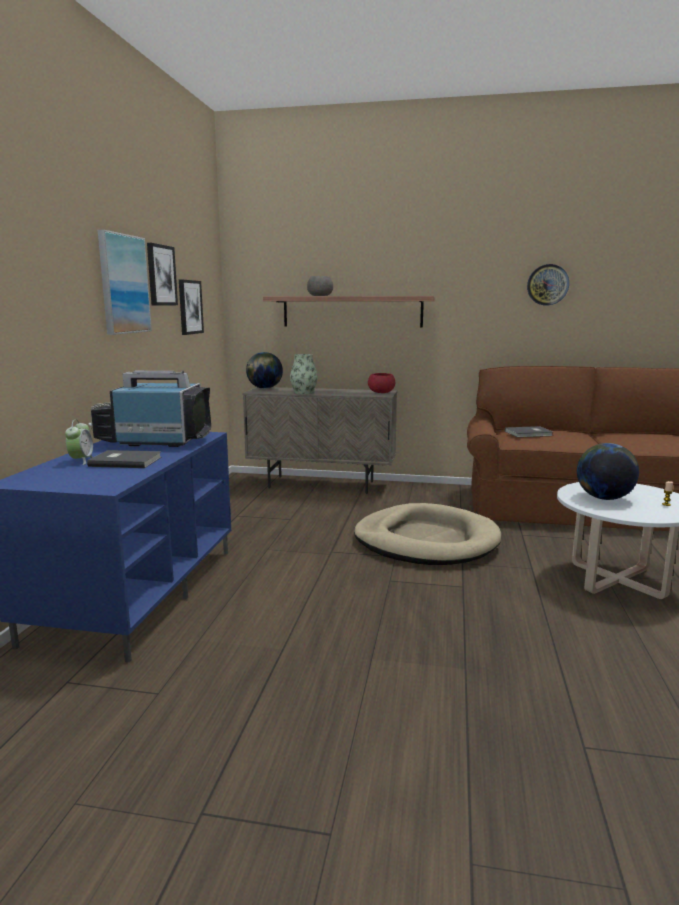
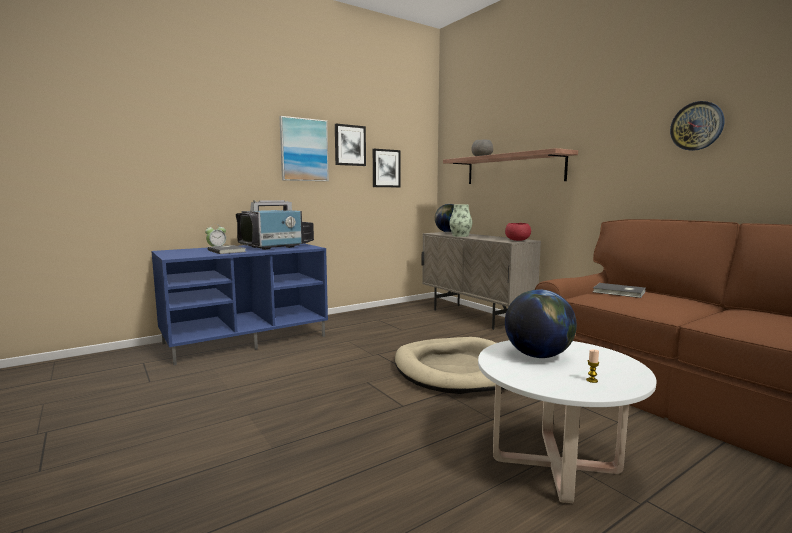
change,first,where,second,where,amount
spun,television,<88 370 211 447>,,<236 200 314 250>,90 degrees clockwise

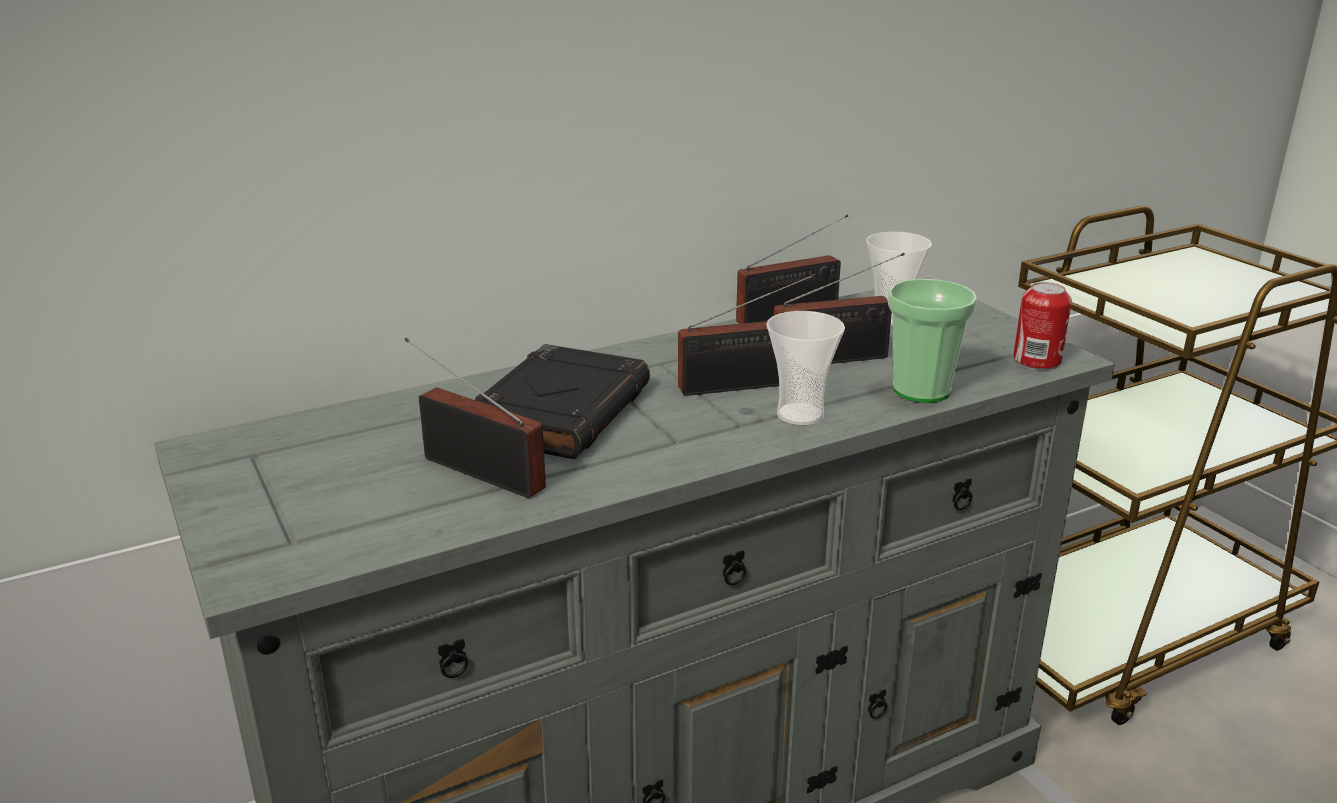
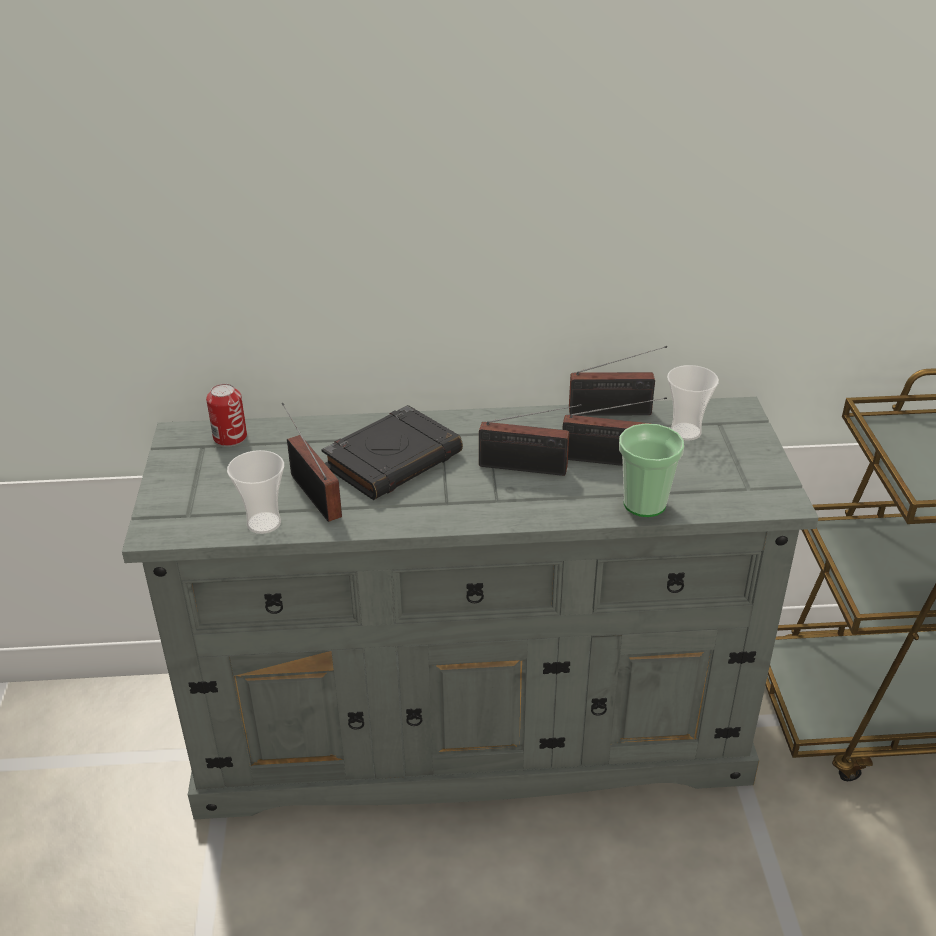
change,first,where,second,where,amount
relocated,sealed can,<1013 282 1072 370>,,<206 384 247 447>,
relocated,drinking cup,<766 311 845 425>,,<227 450 284 534>,

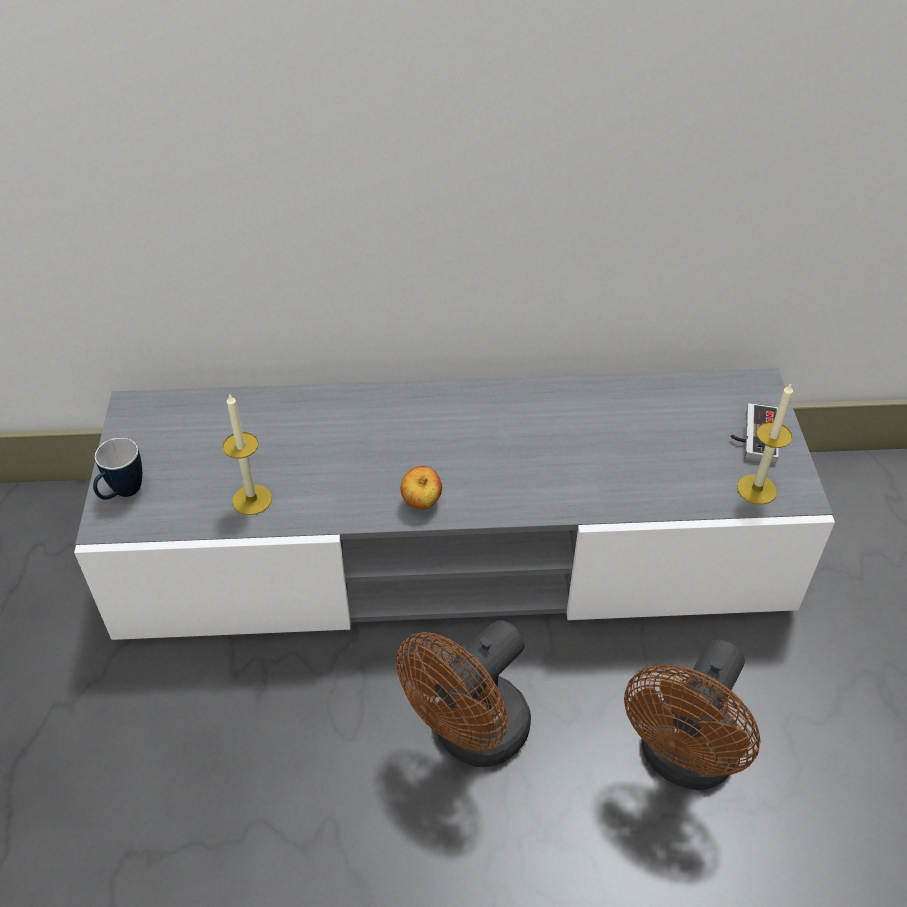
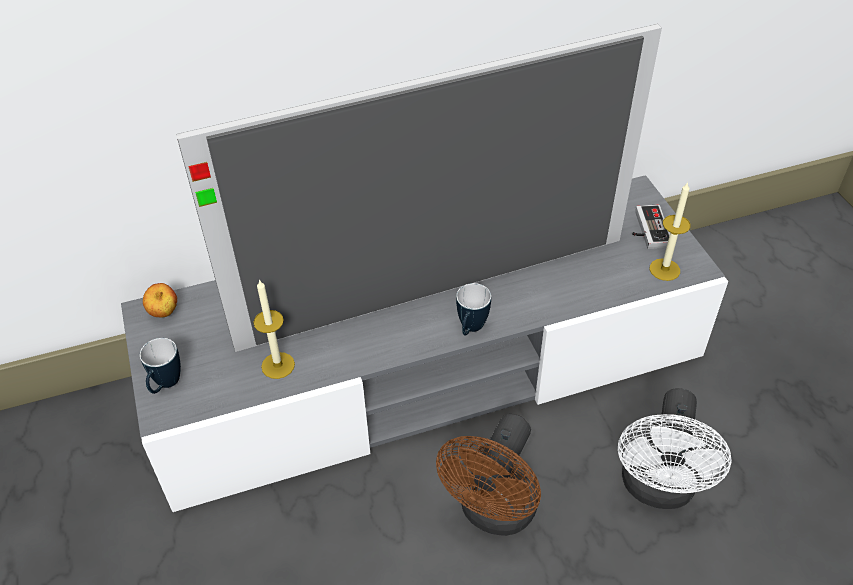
change,first,where,second,where,amount
relocated,whole apple,<401 466 442 510>,,<143 283 177 318>,
appeared,,,television,<176 24 662 352>,
appeared,,,mug,<456 283 491 335>,
colour,fan in brown-coloured,<624 639 761 790>,fan in white,<618 388 732 509>,

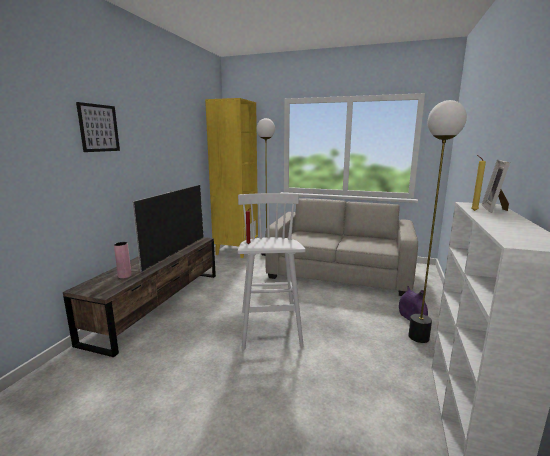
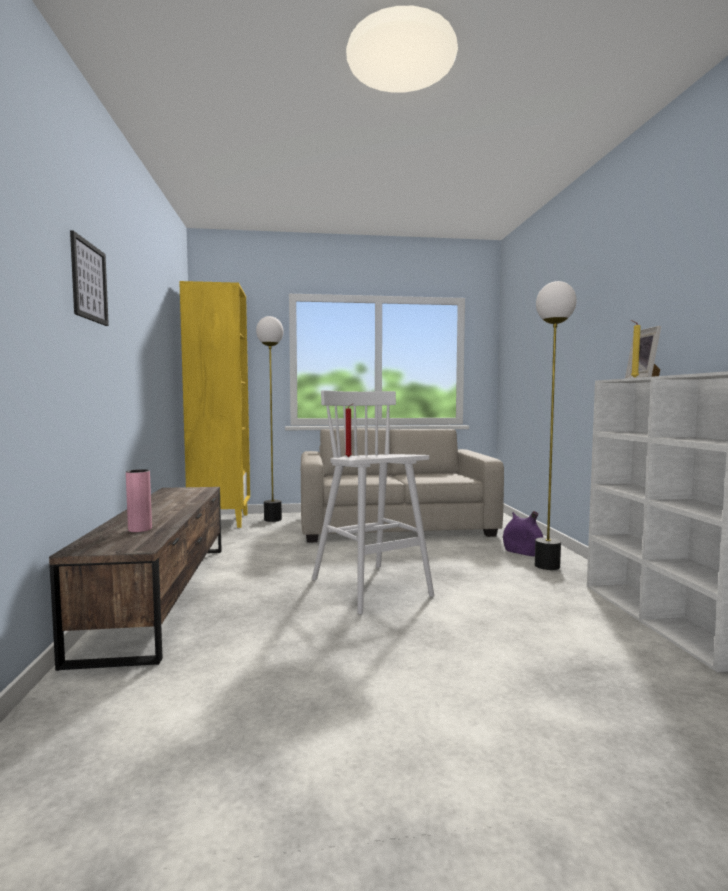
change,first,where,second,where,amount
missing,television,<132 185 203 272>,,,

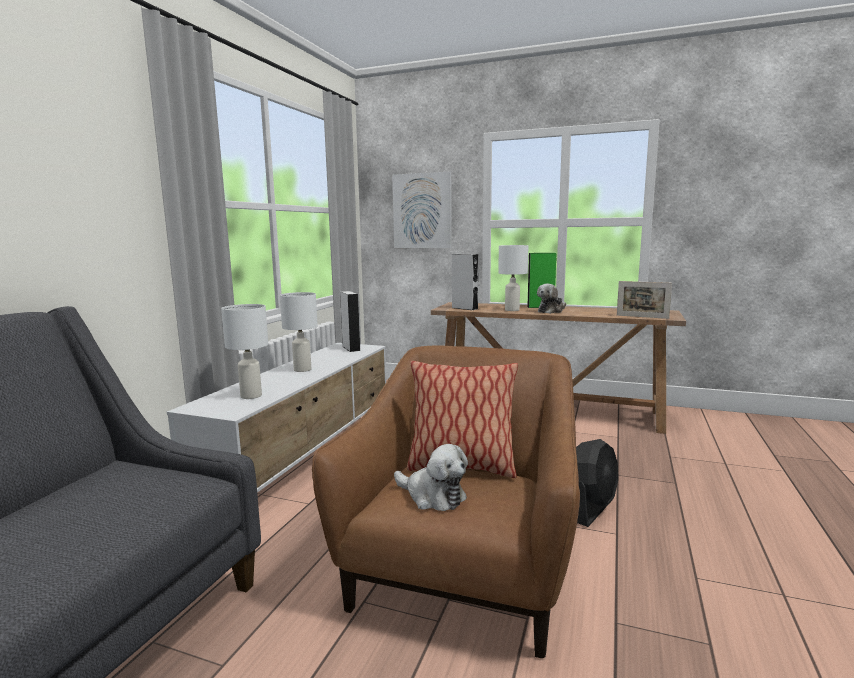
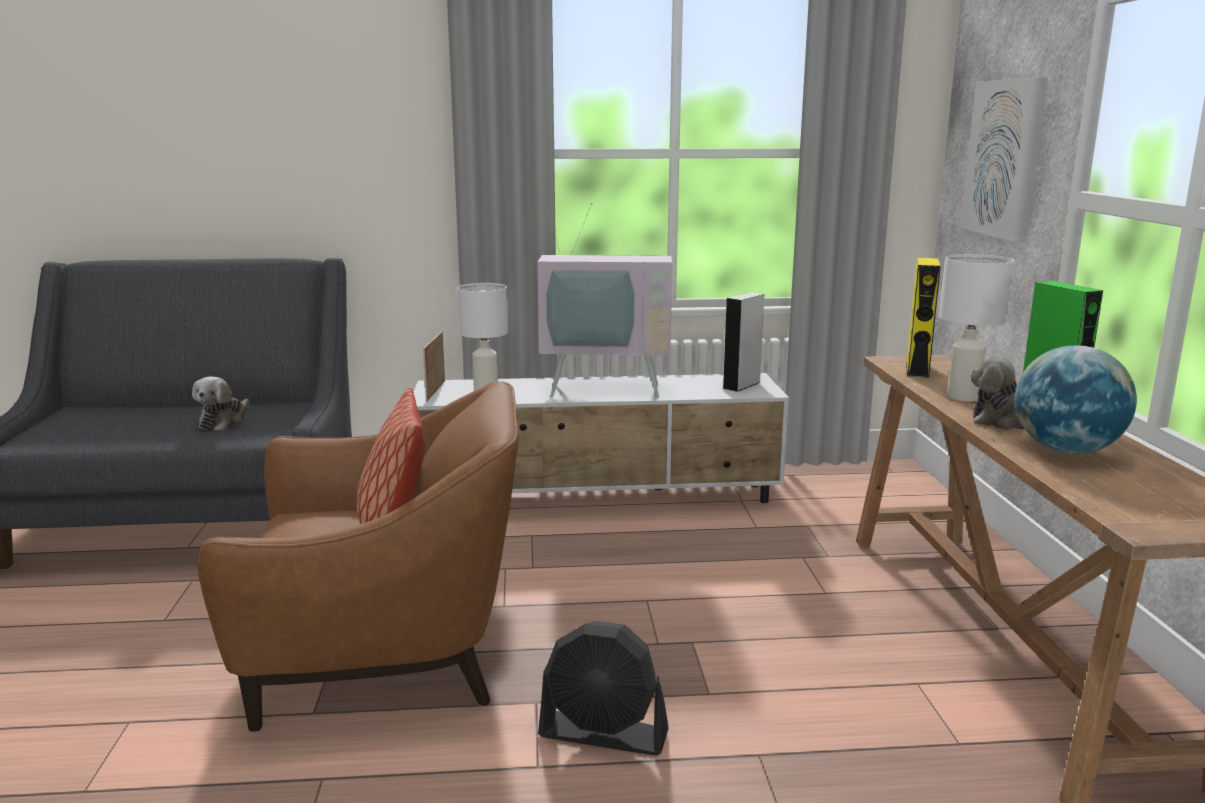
change,first,where,second,where,amount
relocated,plush toy,<394 444 468 511>,,<192 376 250 431>,
relocated,photo frame,<617 281 672 319>,,<423 331 445 402>,
exchanged,lamp for a table in white,<280 292 318 372>,television,<537 200 672 398>,
colour,audio speaker in grey,<452 254 478 310>,audio speaker in yellow,<906 258 941 378>,
appeared,,,globe,<1015 345 1137 454>,

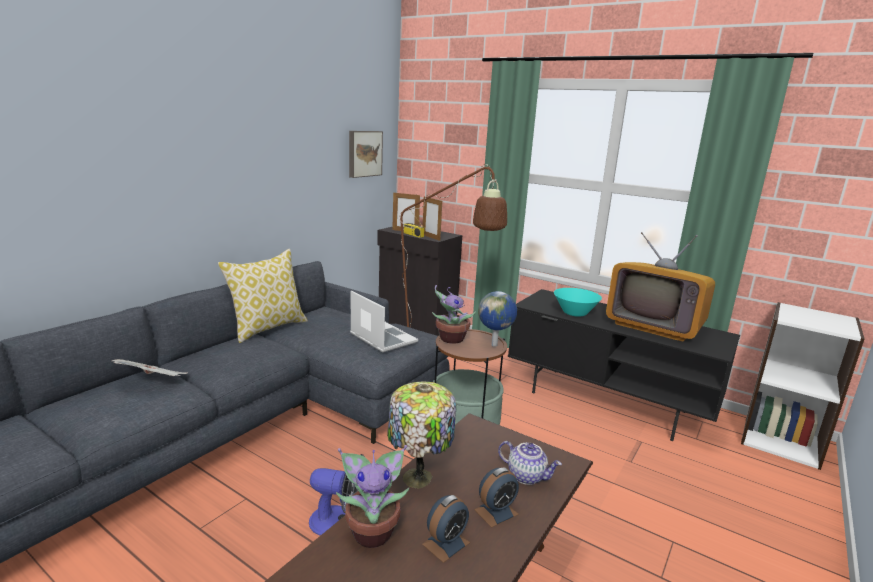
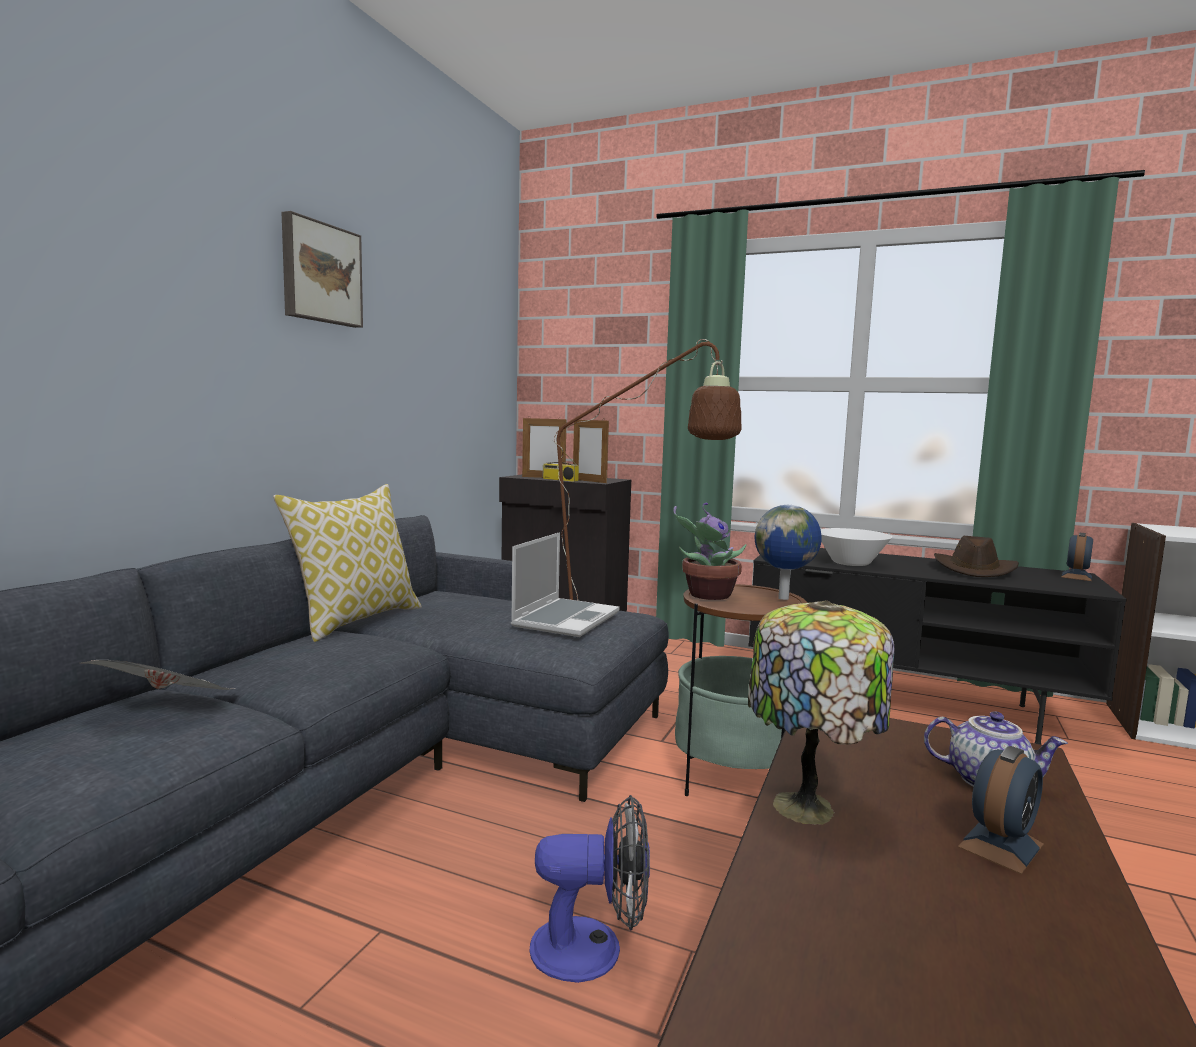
change,first,where,second,where,amount
relocated,wall art,<349 131 383 178>,,<282 211 363 328>,
spun,notebook computer,<350 291 418 353>,,<511 532 620 637>,75 degrees clockwise
colour,deep dish in turquoise,<554 288 602 317>,deep dish in white,<821 528 892 566>,
exchanged,television,<606 232 715 342>,hat in brown-coloured,<934 536 1019 577>,
relocated,bedside clock,<422 495 470 563>,,<1062 533 1093 581>,
missing,potted plant,<336 445 409 548>,,,

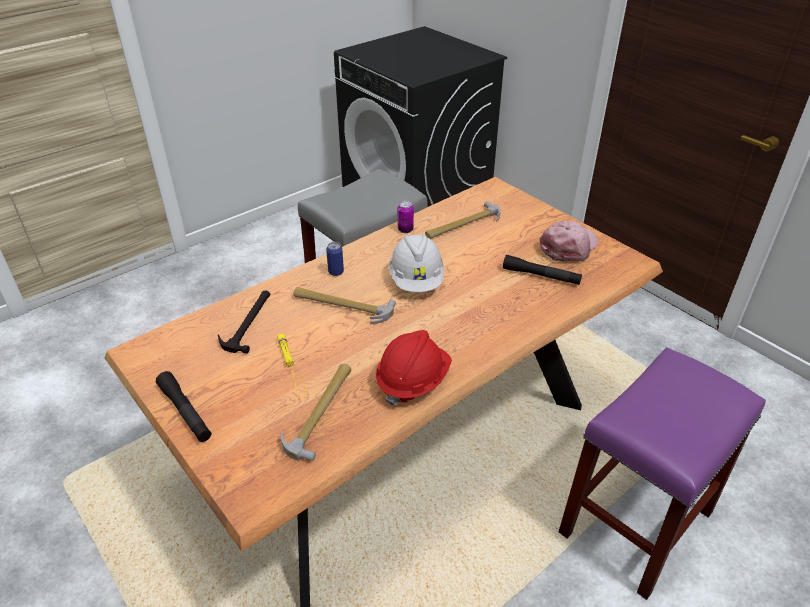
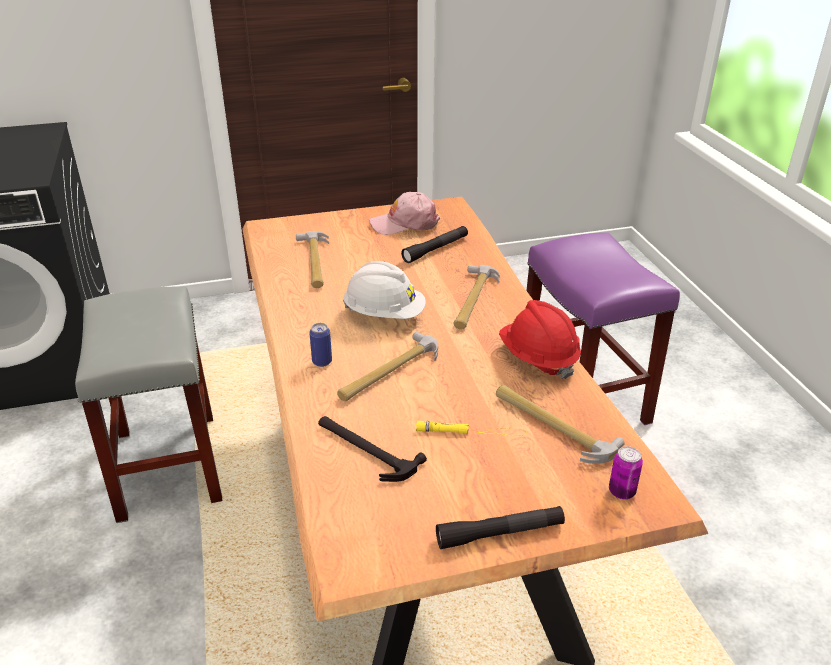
change,first,where,second,where,amount
spun,baseball cap in pinkish,<540 221 598 261>,,<369 192 440 235>,75 degrees counterclockwise
appeared,,,hand hammer,<453 265 500 329>,
relocated,sealed can,<398 201 414 233>,,<609 446 643 499>,

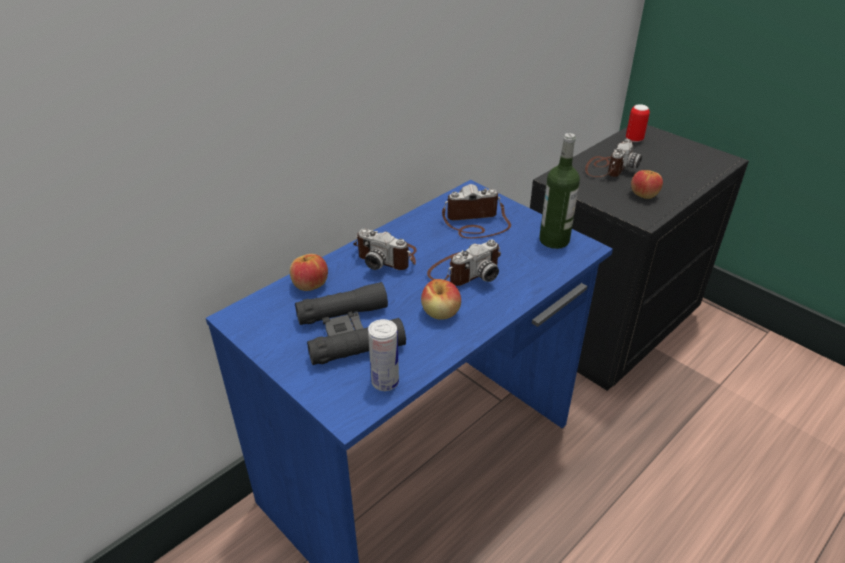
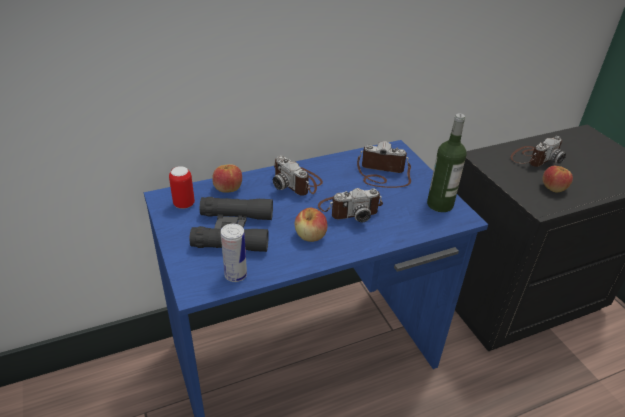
change,first,where,second,where,amount
relocated,sealed can,<626 104 650 142>,,<169 166 195 209>,

